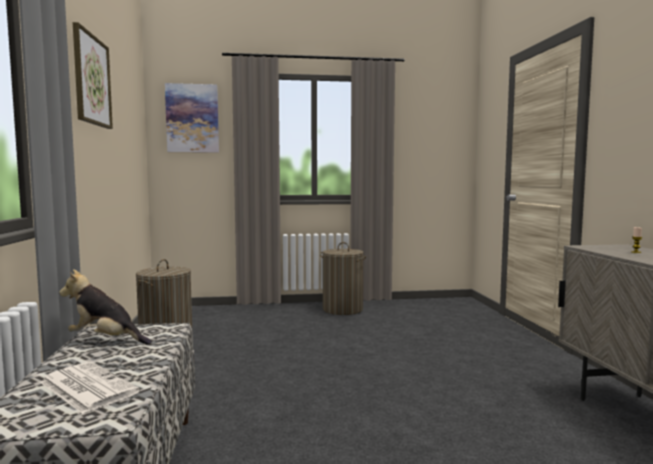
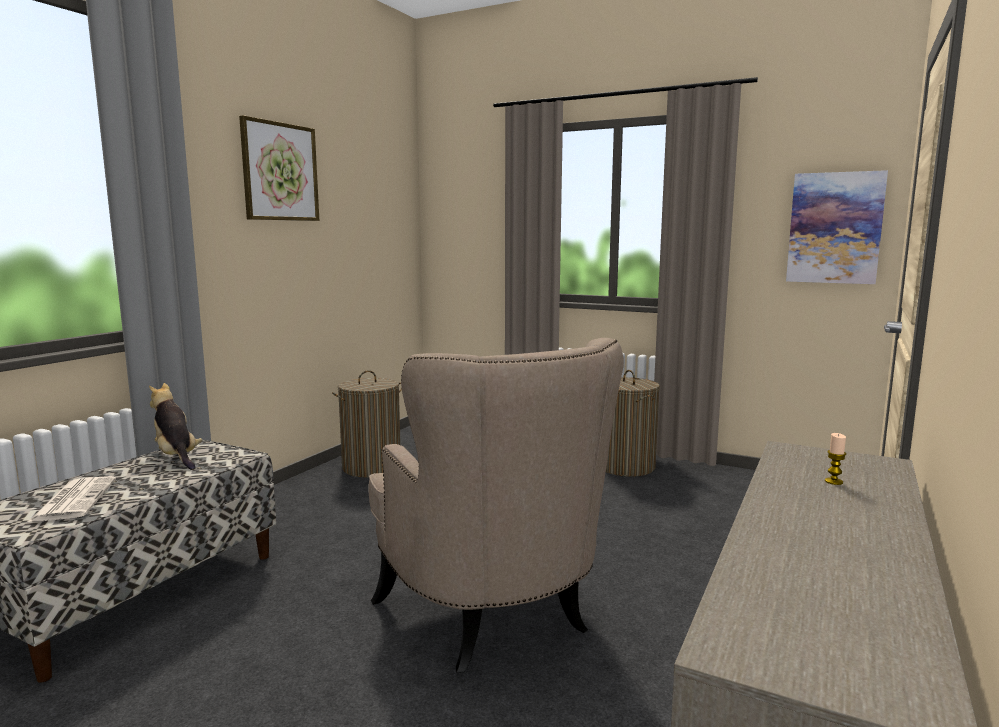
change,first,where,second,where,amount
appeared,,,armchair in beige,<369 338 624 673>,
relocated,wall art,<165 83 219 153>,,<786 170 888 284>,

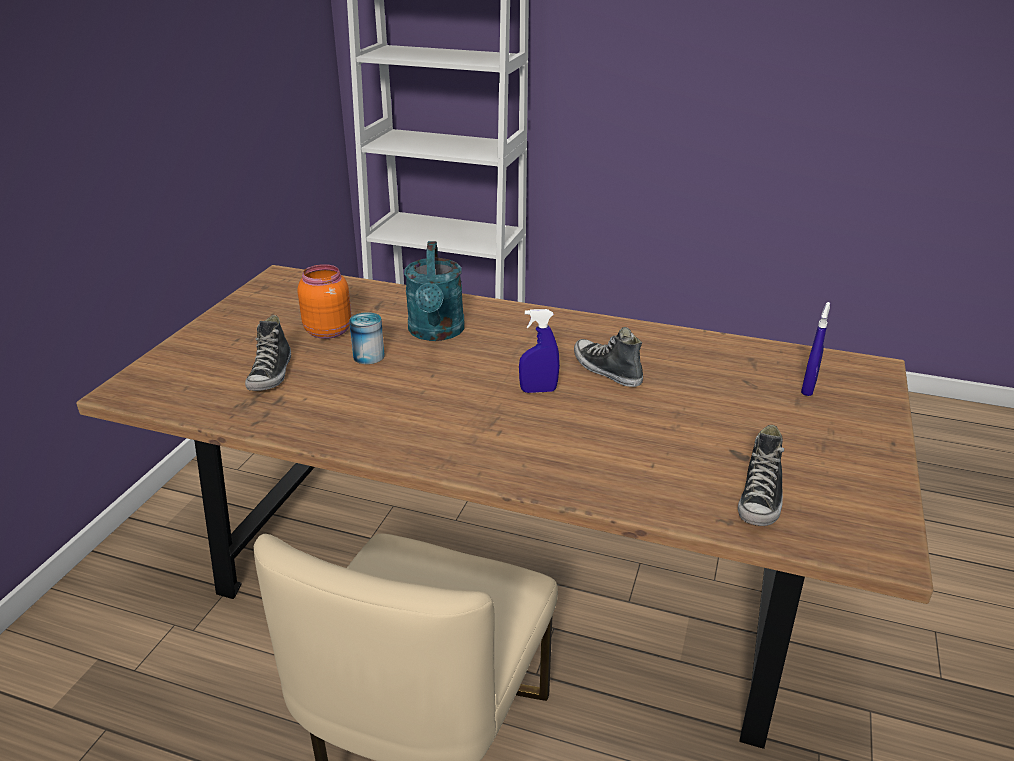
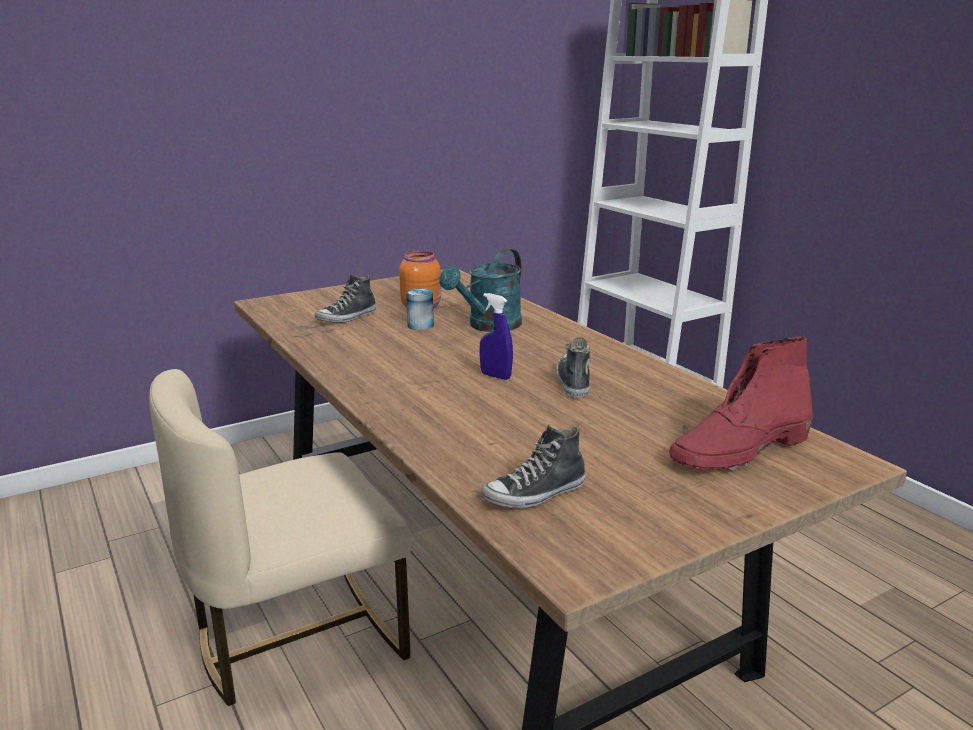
change,first,where,second,where,amount
exchanged,sprayer in blue,<801 302 830 396>,high-top boot in red-coloured,<669 336 813 471>,

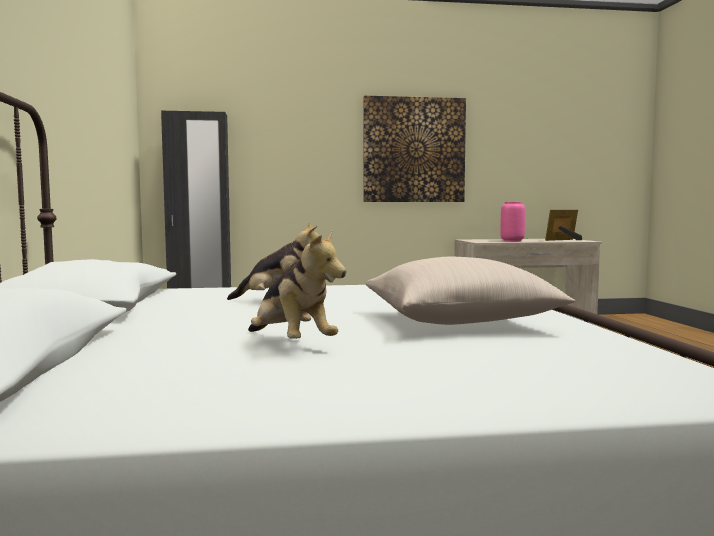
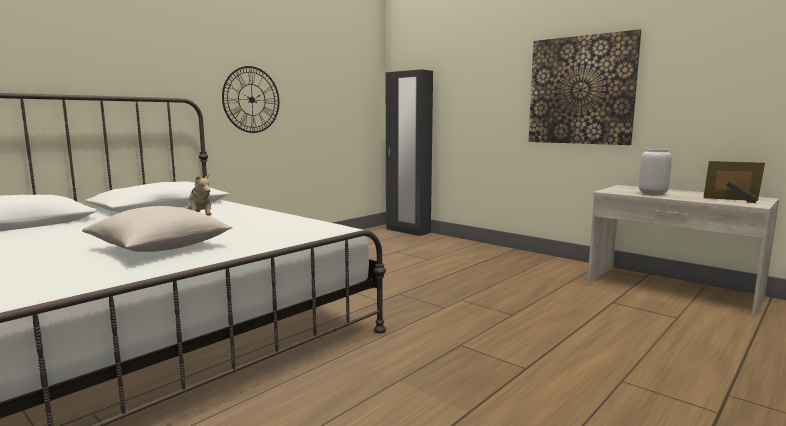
change,first,where,second,where,amount
appeared,,,clock on the wall,<222 66 280 133>,
colour,flower vase in pinkish,<500 201 525 242>,flower vase in grey,<639 148 672 196>,
missing,plush toy,<248 231 346 339>,,,

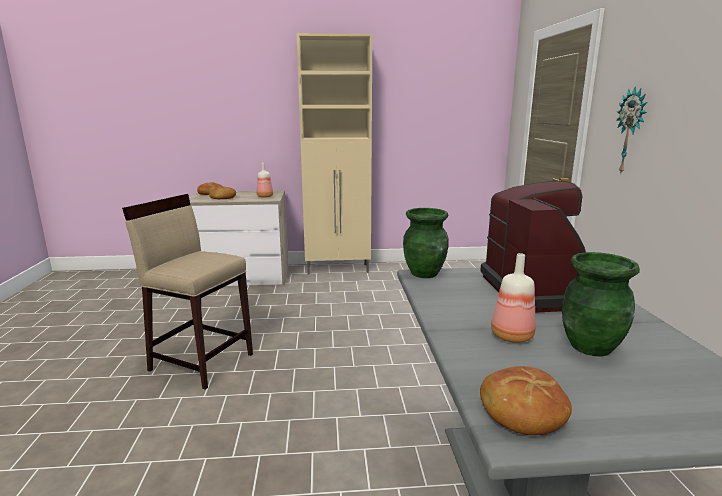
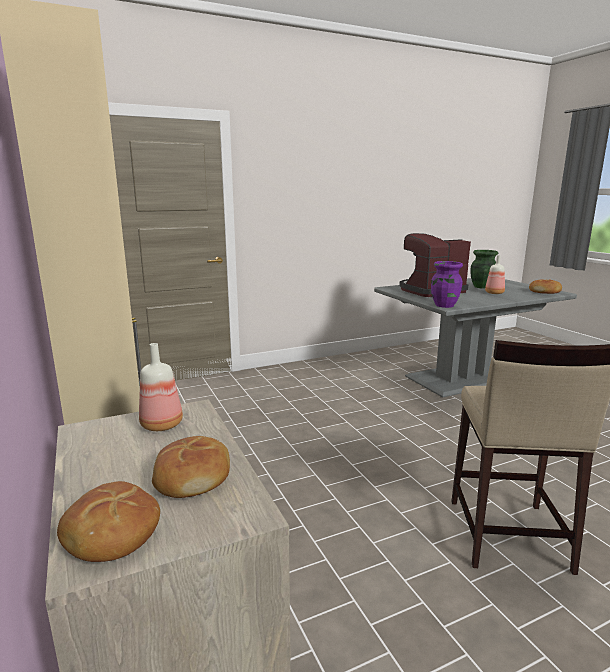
change,first,where,second,where,amount
colour,flower vase in green-coloured,<403 208 449 278>,flower vase in purple,<431 261 463 308>,
missing,clock on the wall,<616 86 648 175>,,,

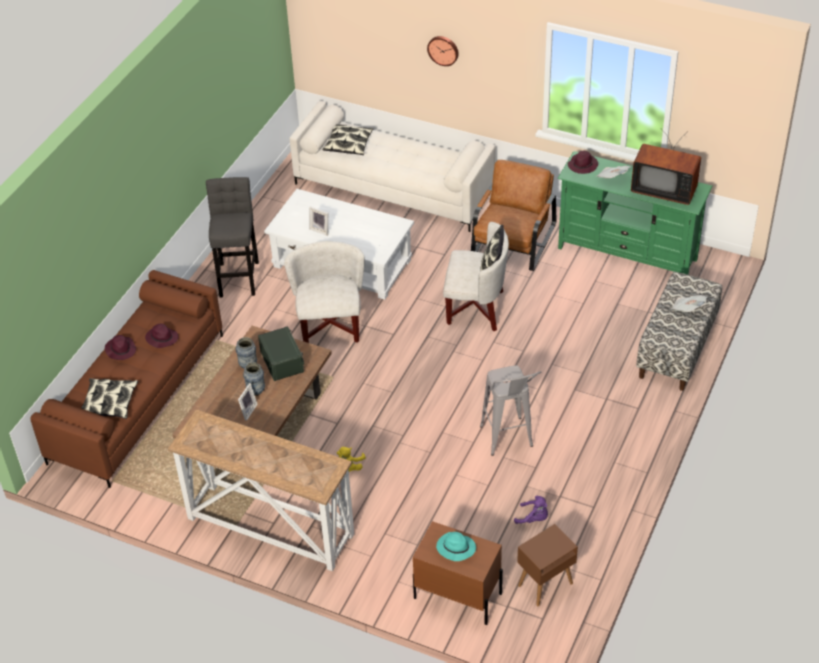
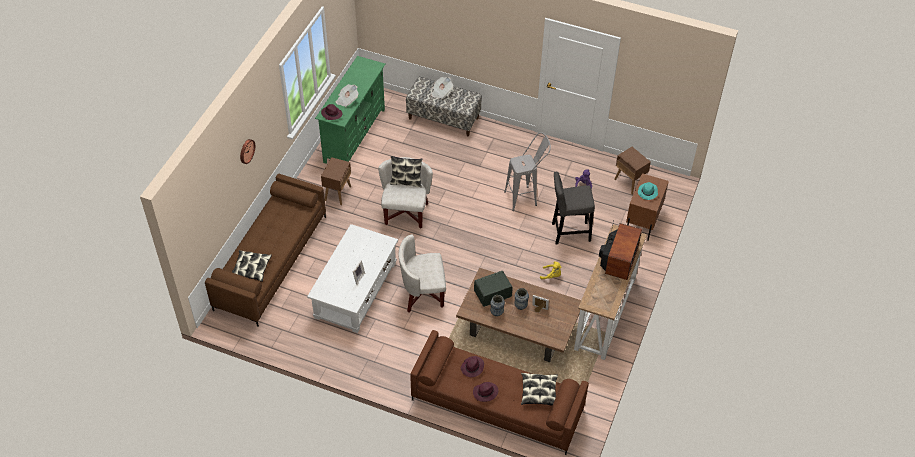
change,first,where,second,where,amount
colour,settee in white,<289 101 496 232>,settee in brown-coloured,<205 174 326 327>,
exchanged,armchair in brown-coloured,<471 160 557 271>,end table in brown-coloured,<321 157 351 205>,
relocated,stool in grey,<206 177 259 297>,,<552 171 595 244>,
relocated,television,<631 129 701 205>,,<599 221 642 280>,

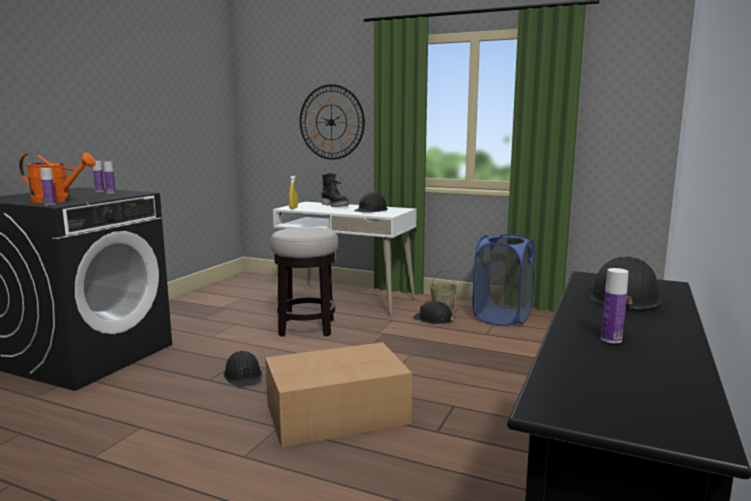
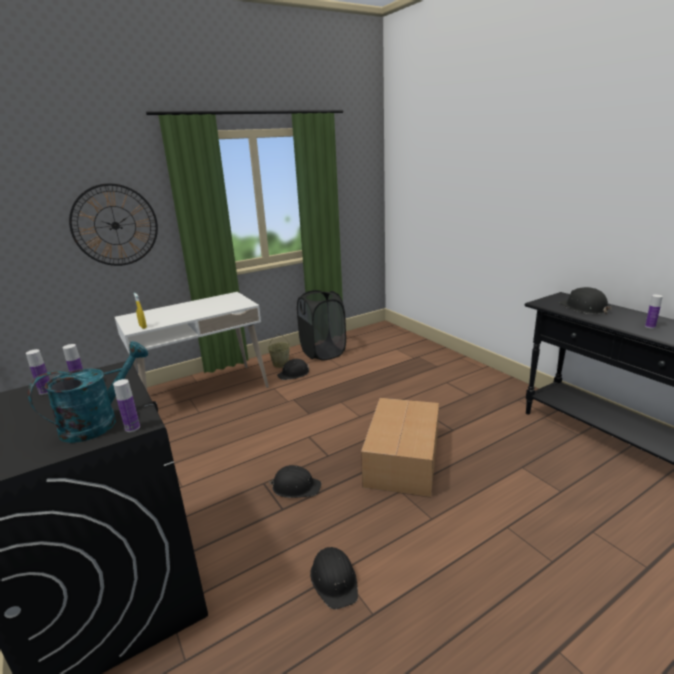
change,first,where,second,where,amount
colour,watering pot in orange-coloured,<19 153 96 203>,watering pot in turquoise,<28 341 148 443>,
colour,laundry basket in blue,<473 234 535 326>,laundry basket in black-coloured,<297 290 346 361>,
relocated,work helmet in black-coloured,<354 192 388 213>,,<310 547 358 609>,
missing,stool,<270 227 338 337>,,,
missing,high-top boot in black-coloured,<321 173 349 207>,,,

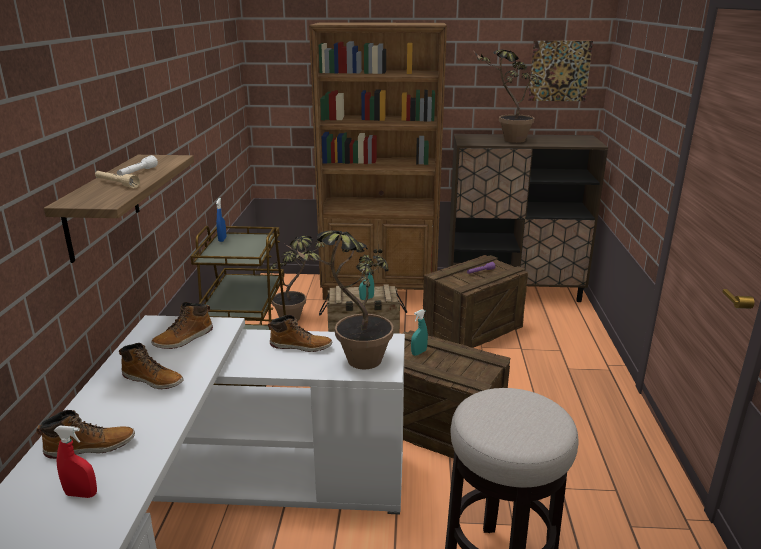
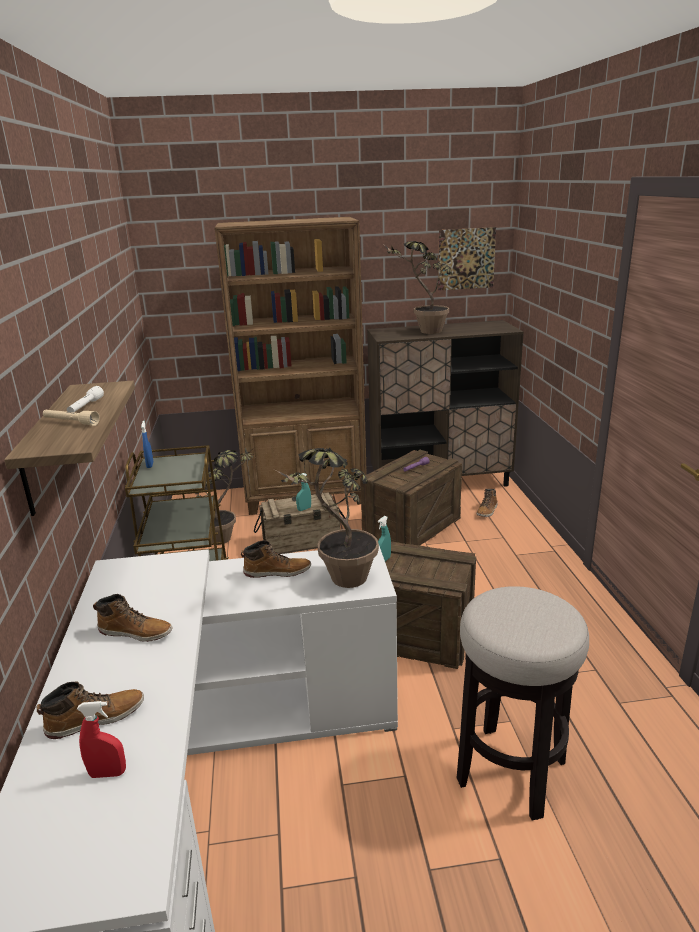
change,first,where,second,where,amount
relocated,high-top boot,<151 302 213 349>,,<477 489 498 517>,

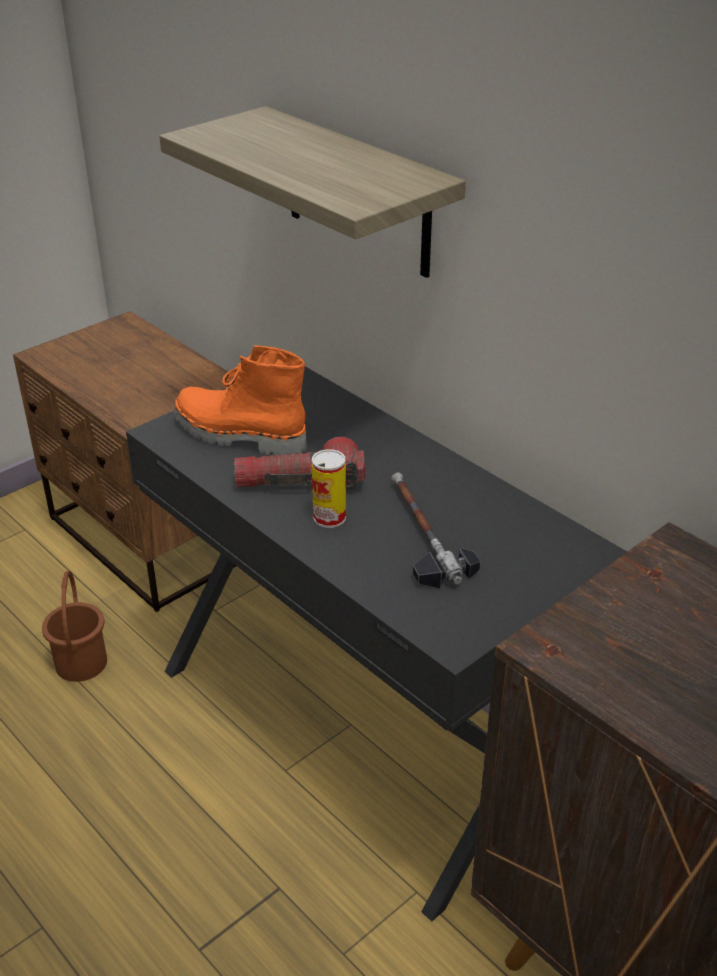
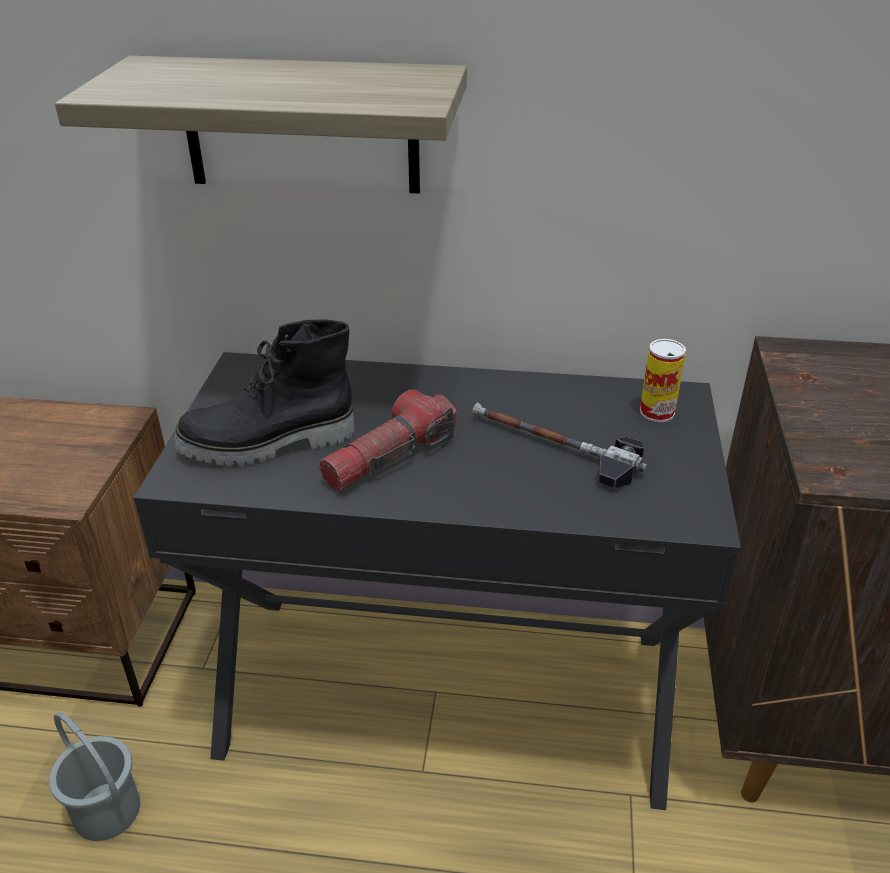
change,first,where,second,where,amount
colour,pail in brown-coloured,<42 571 107 682>,pail in grey,<49 712 140 841>,
colour,high-top boot in orange-coloured,<174 346 307 456>,high-top boot in black-coloured,<174 319 355 466>,
relocated,sealed can,<312 449 346 528>,,<640 339 686 422>,

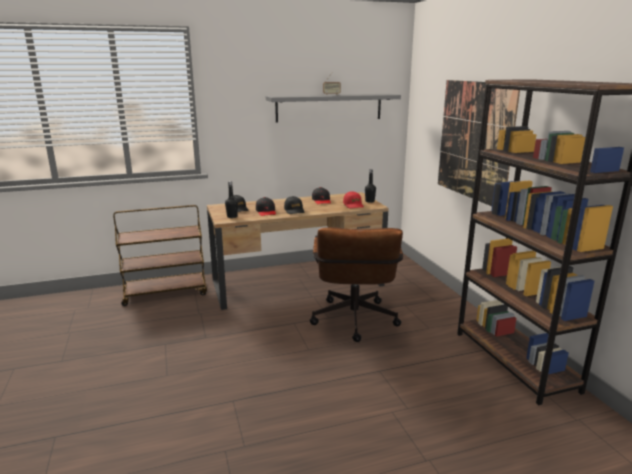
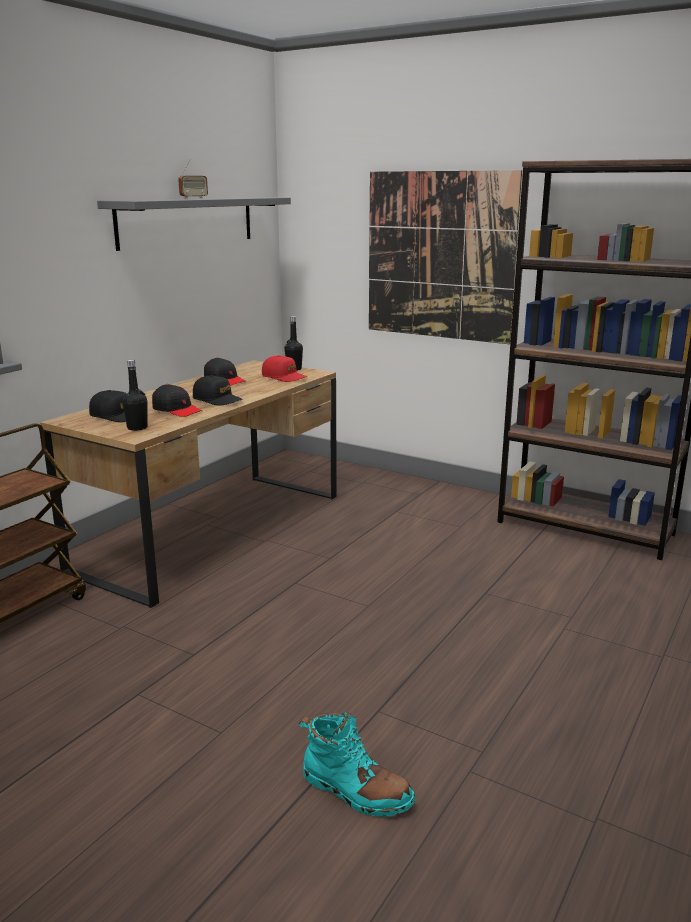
change,first,where,second,where,amount
appeared,,,high-top boot in turquoise,<299 712 415 817>,
missing,desk chair in brown-coloured,<310 227 403 342>,,,

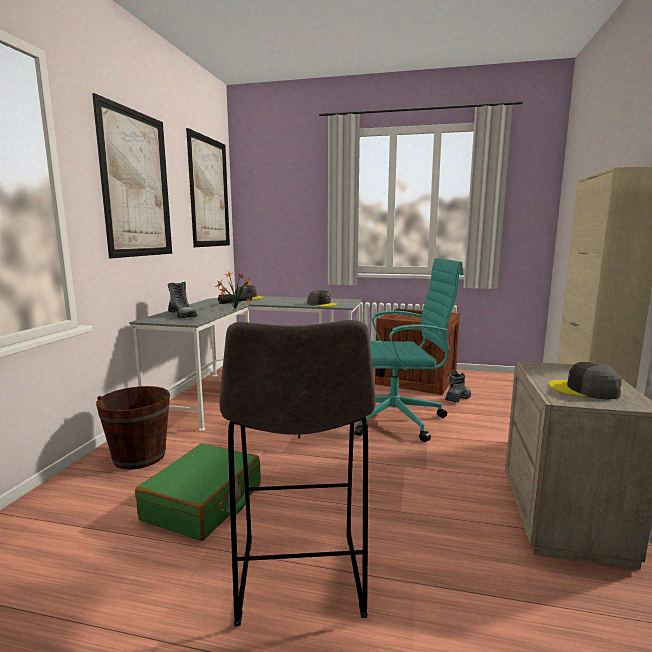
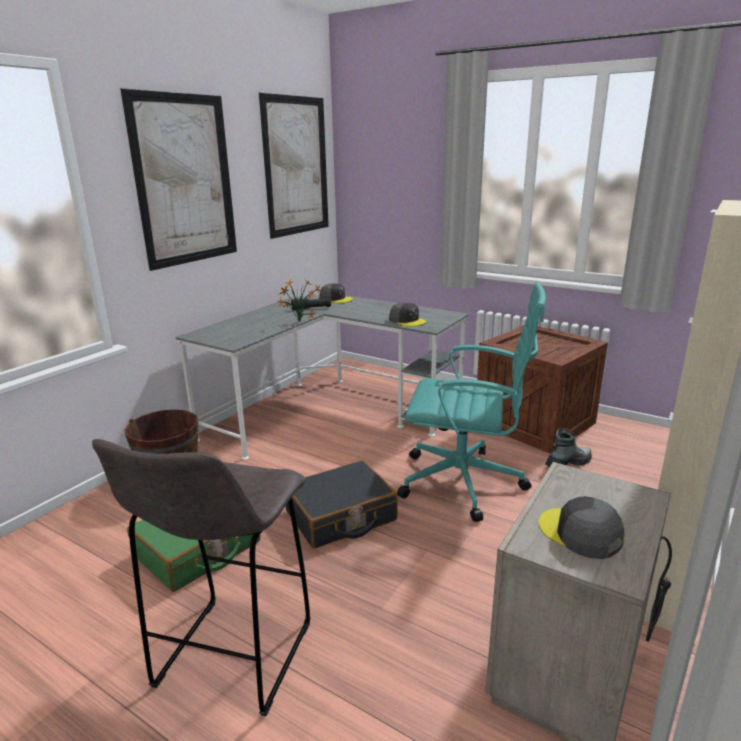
change,first,where,second,where,amount
appeared,,,travel case in black-coloured,<285 461 398 548>,
missing,high-top boot,<168 282 197 318>,,,

